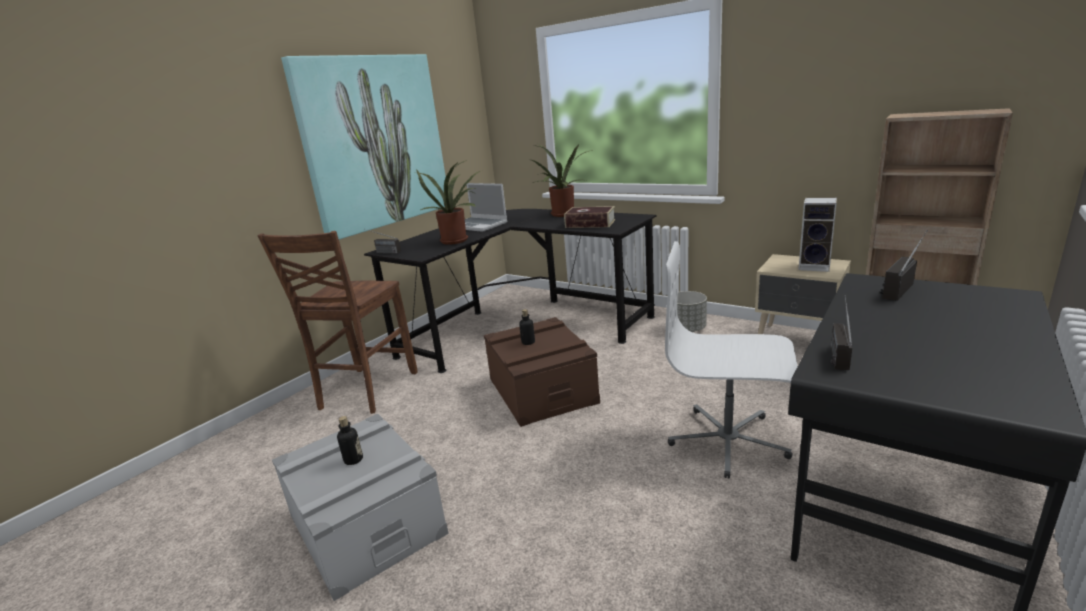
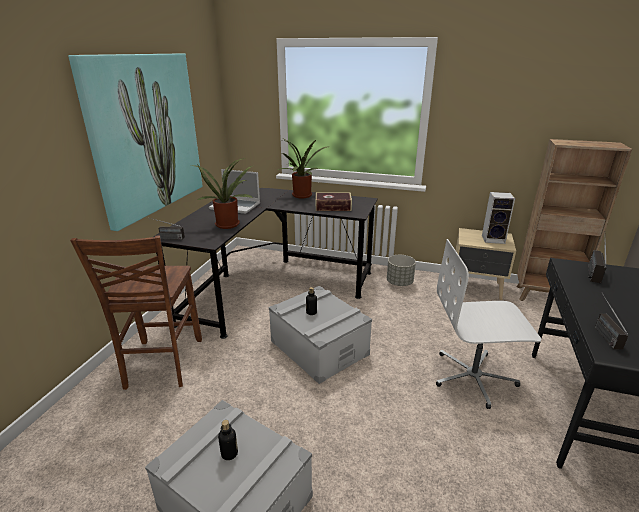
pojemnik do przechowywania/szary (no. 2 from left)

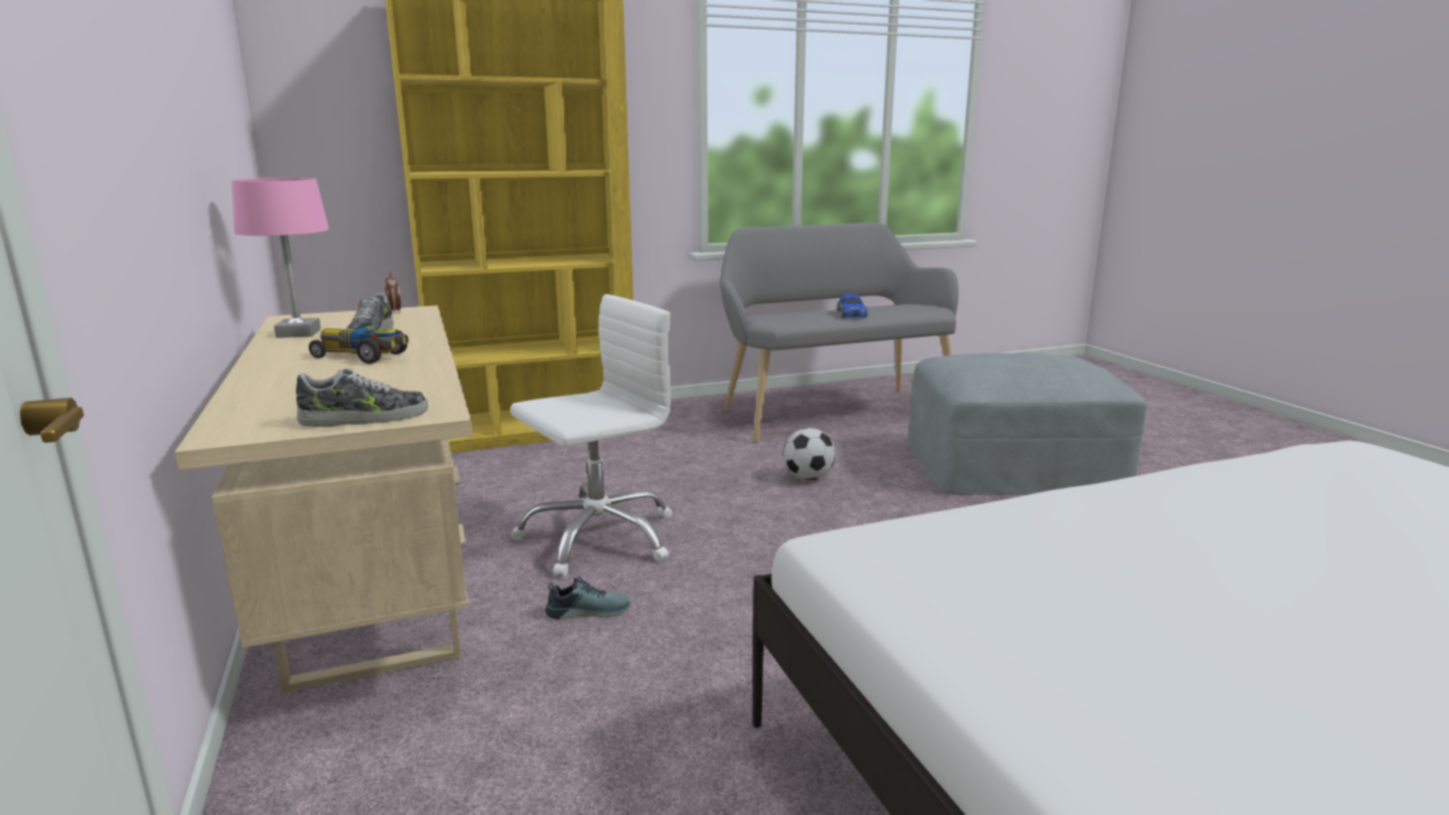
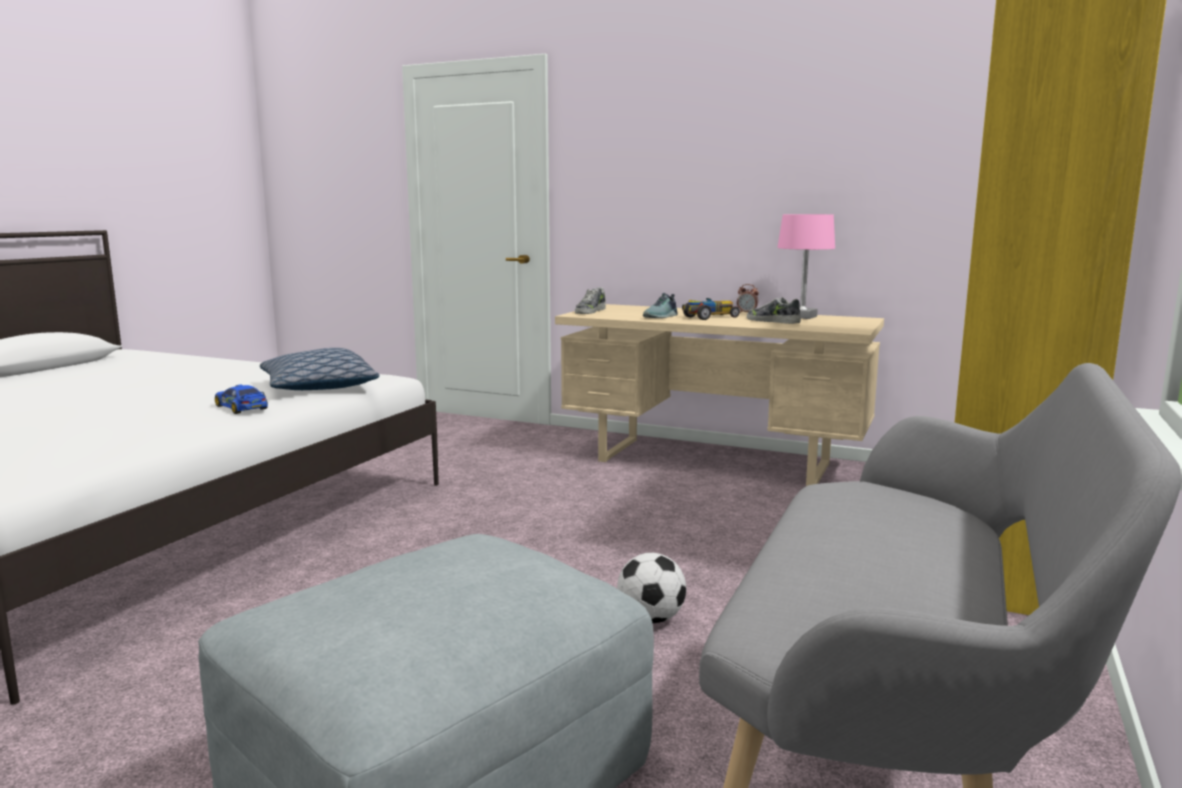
samochodzik (no. 1 from left); poduszka; but (no. 2 from left); budzik; krzesło biurowe/biały

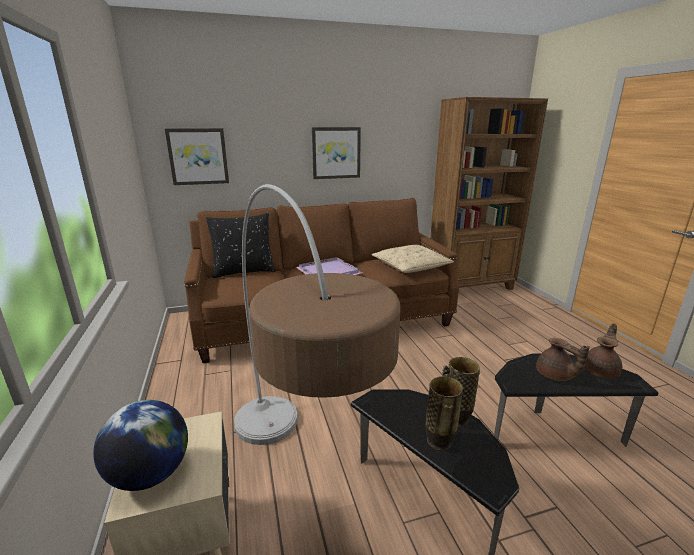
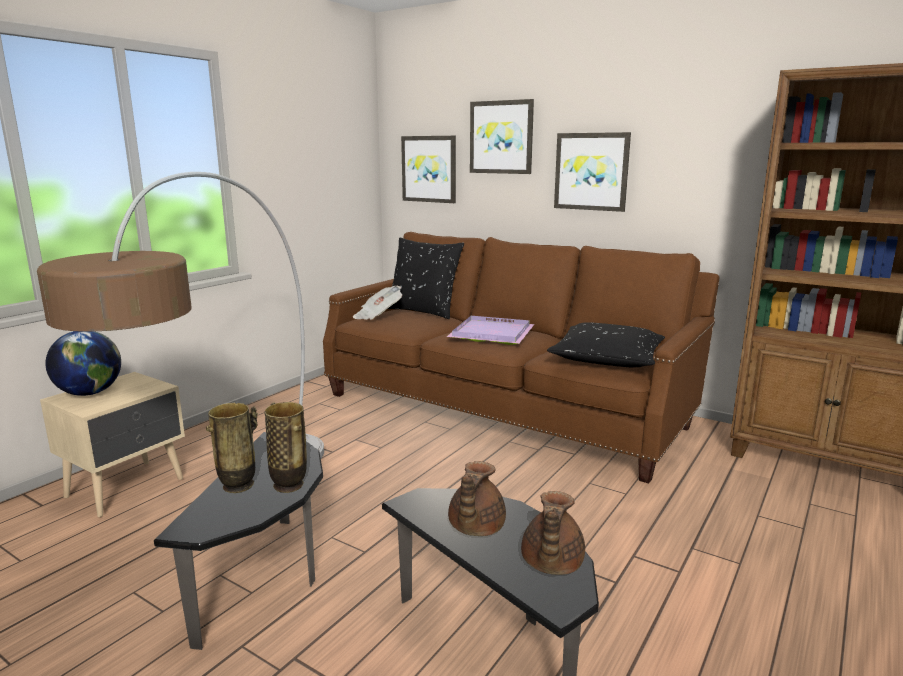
gazeta; obraz (no. 2 from left); imbryk/brązowy (no. 2 from left); poduszka/czarny (no. 2 from left)

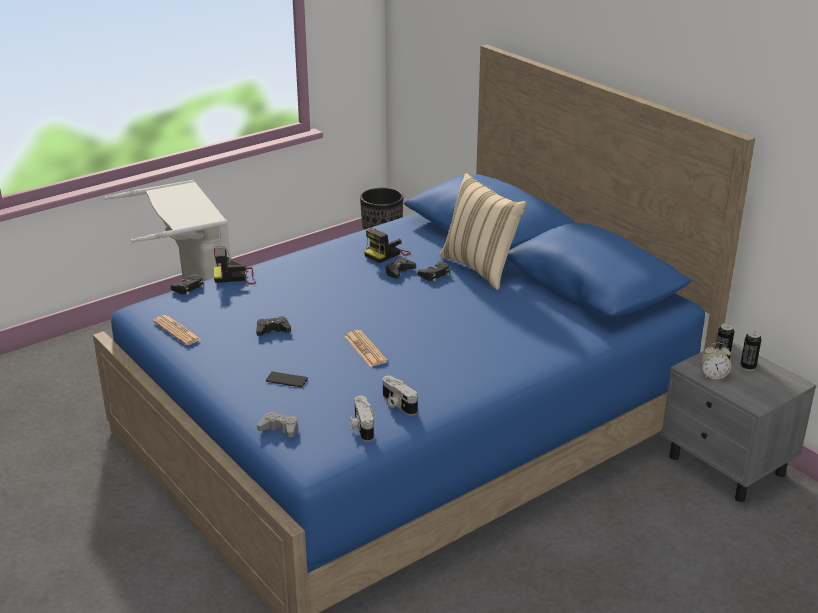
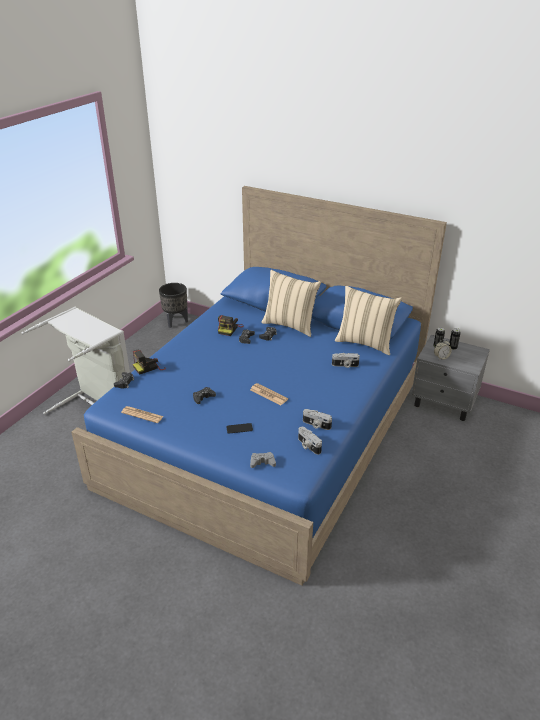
aparat fotograficzny (no. 5 from left); poduszka/beżowy (no. 2 from left)

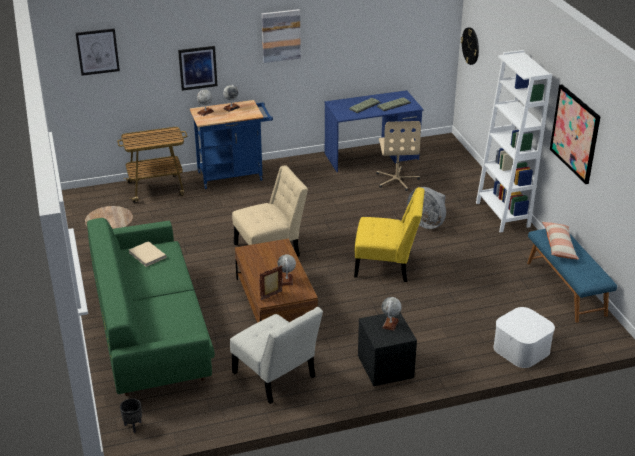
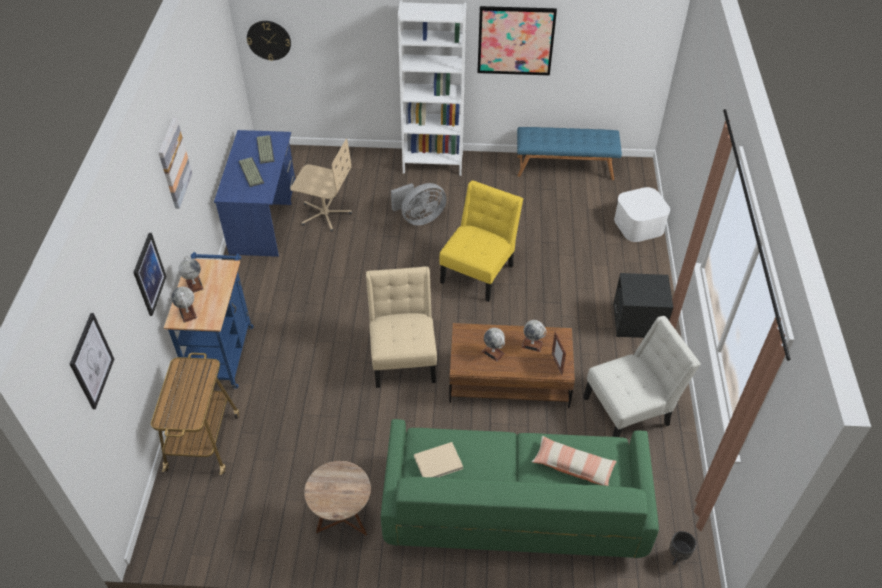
globus (no. 3 from left); poduszka

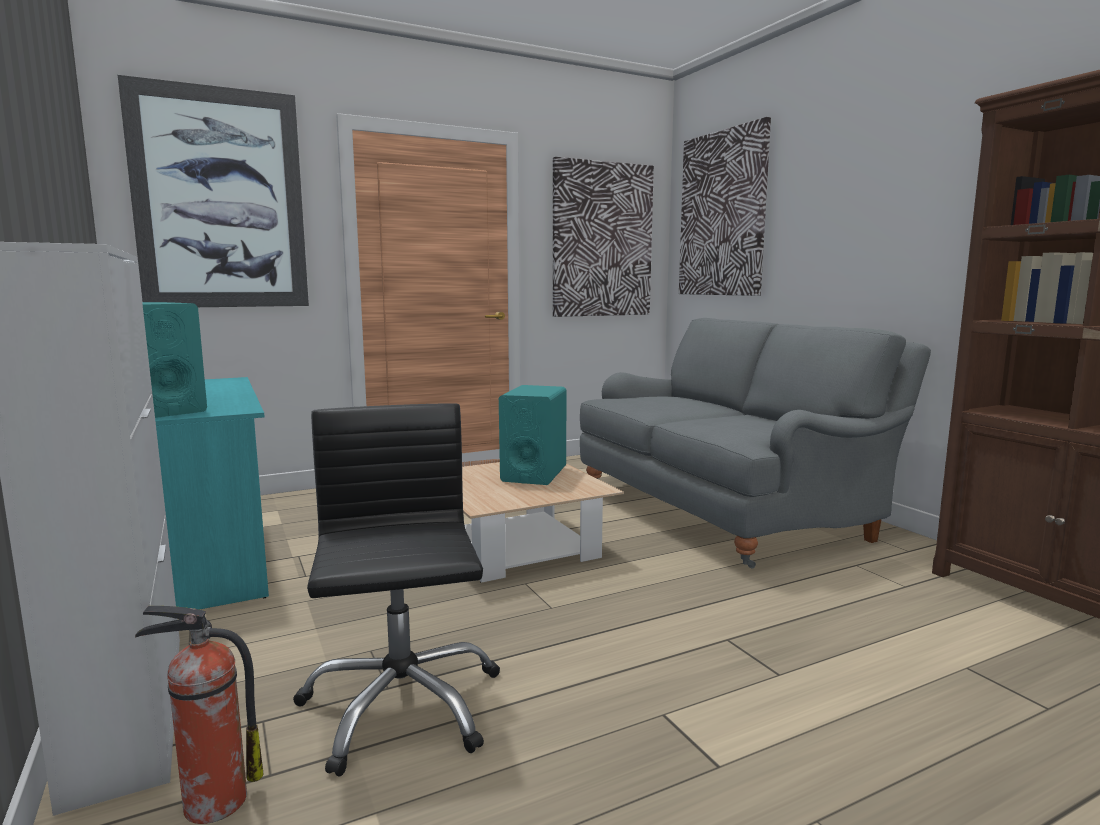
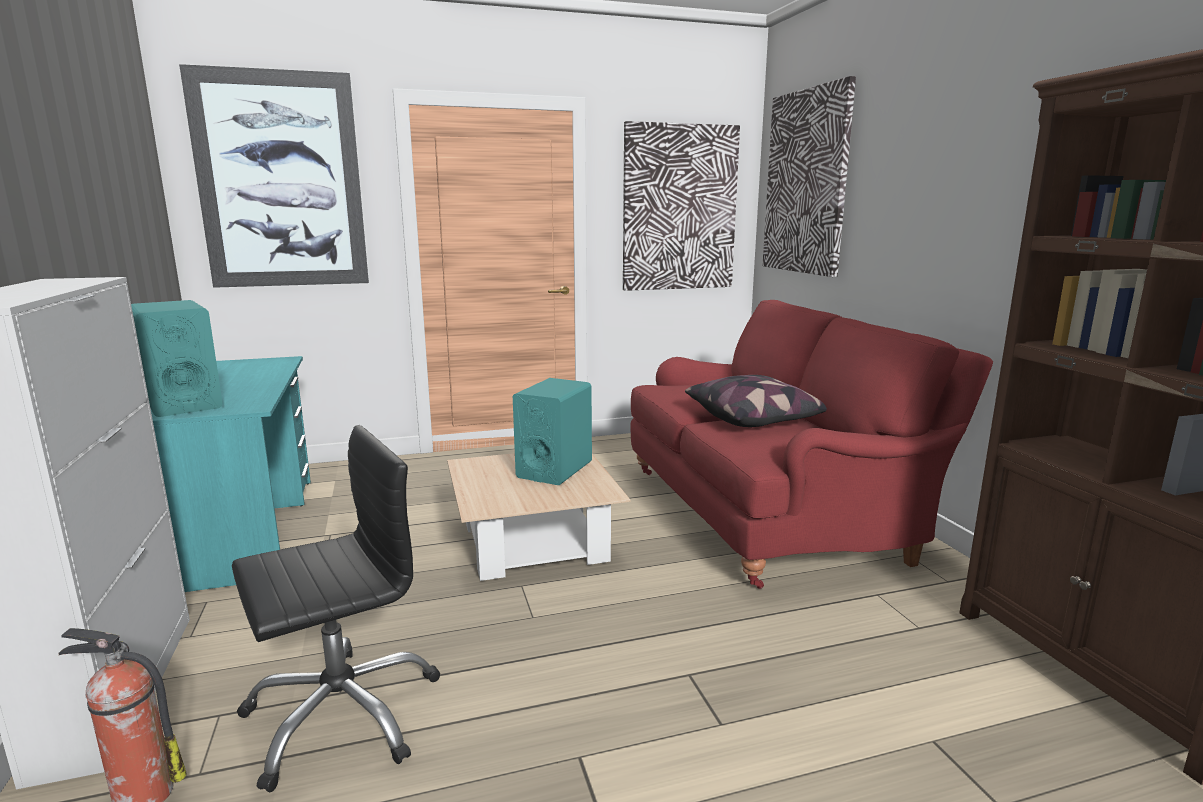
krzesło biurowe/czarny; kanapa/czerwony; poduszka

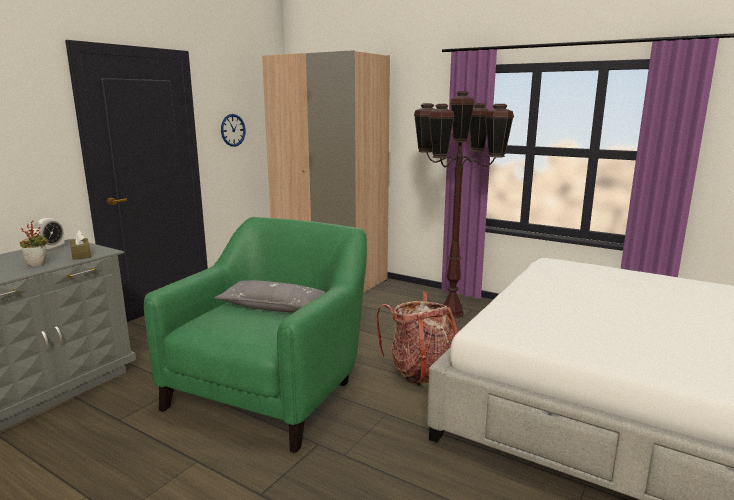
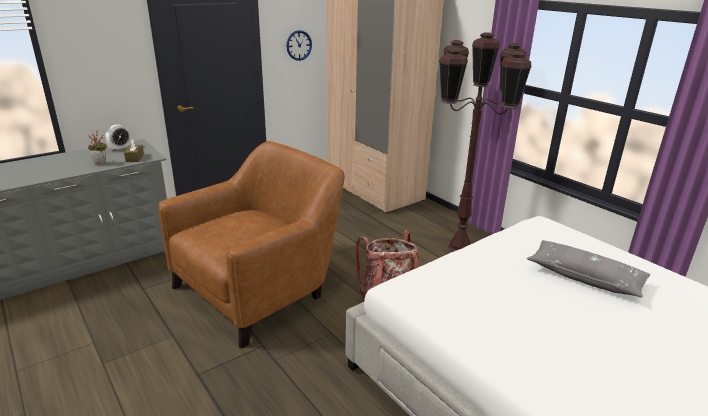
fotel/brązowy; poduszka/szary

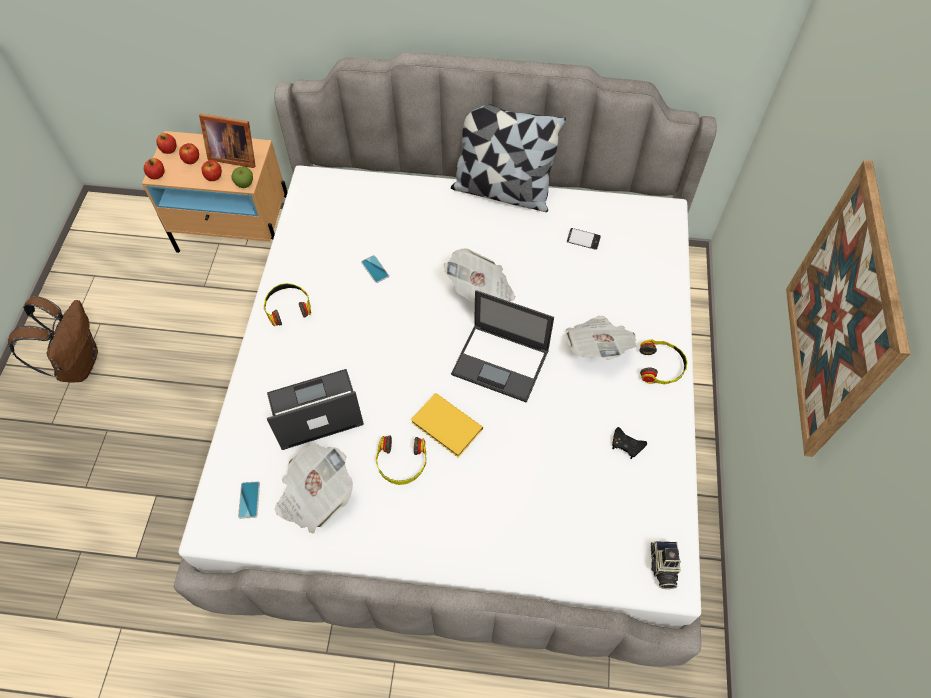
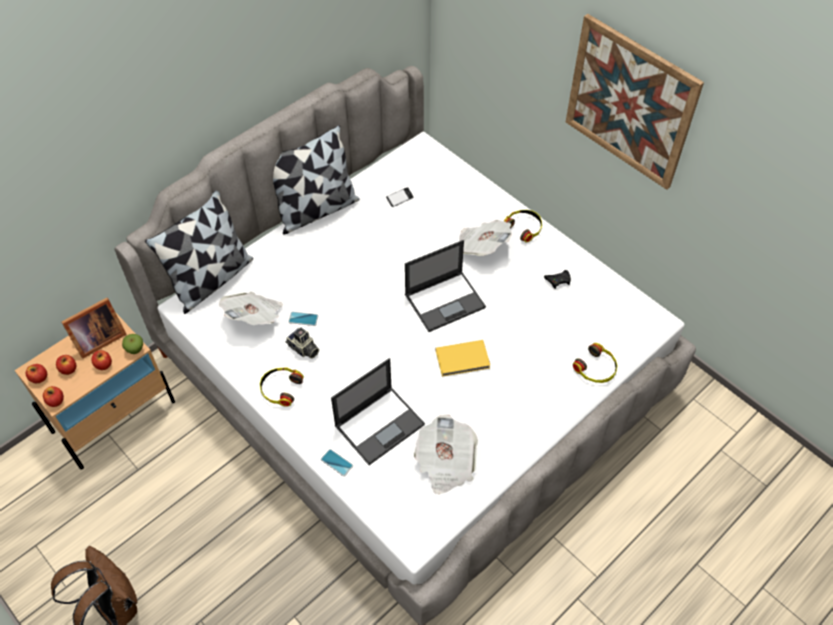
poduszka (no. 1 from left); gazeta (no. 1 from left); aparat fotograficzny; telefon (no. 2 from left); laptop (no. 1 from left); słuchawki (no. 3 from left)

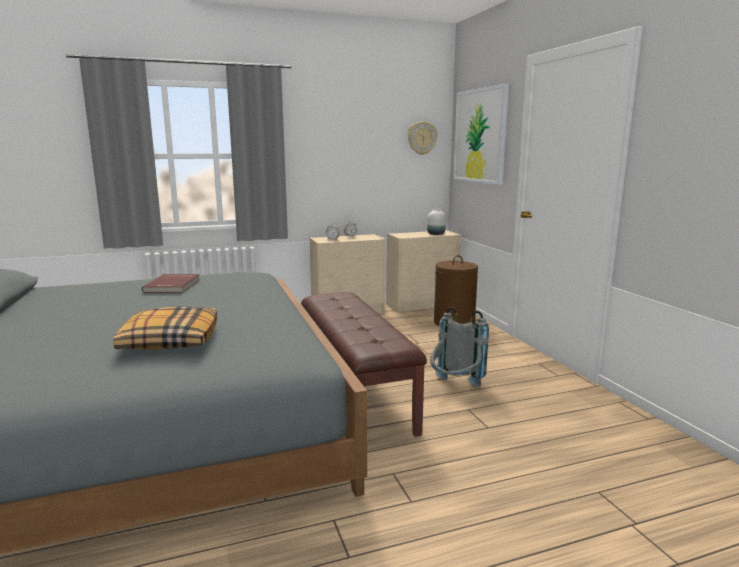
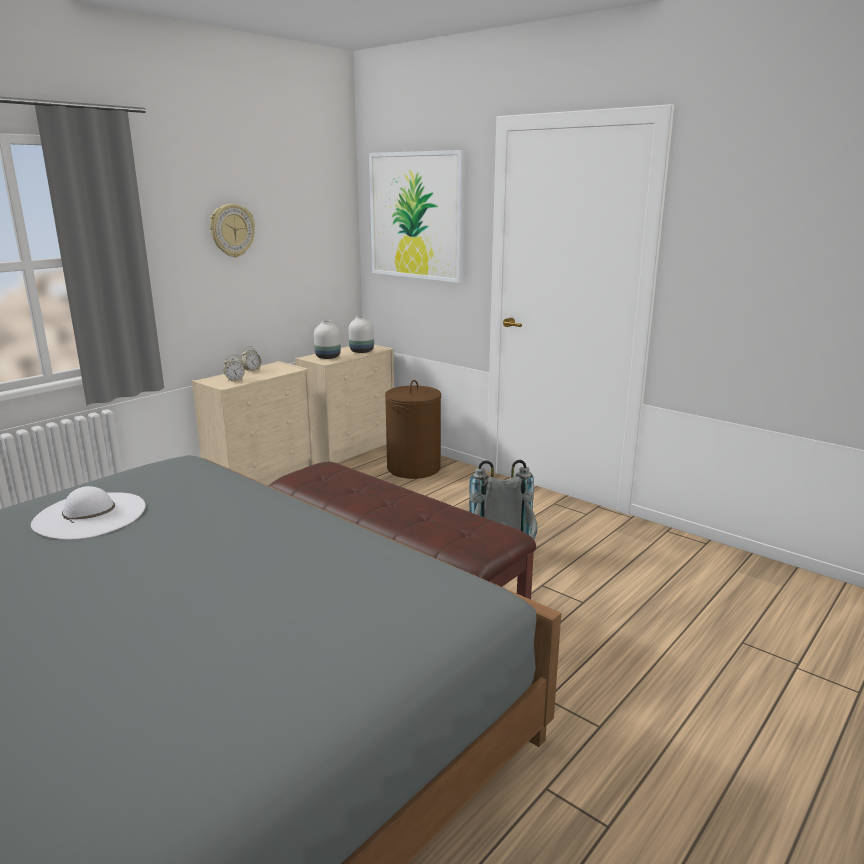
kapelusz/biały; zegar ścienny; wazon/biały (no. 1 from left); poduszka

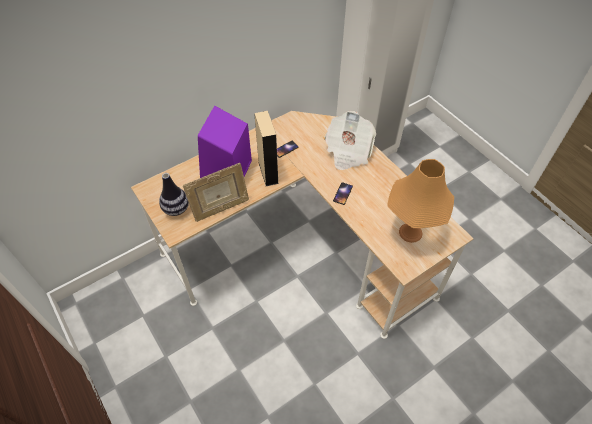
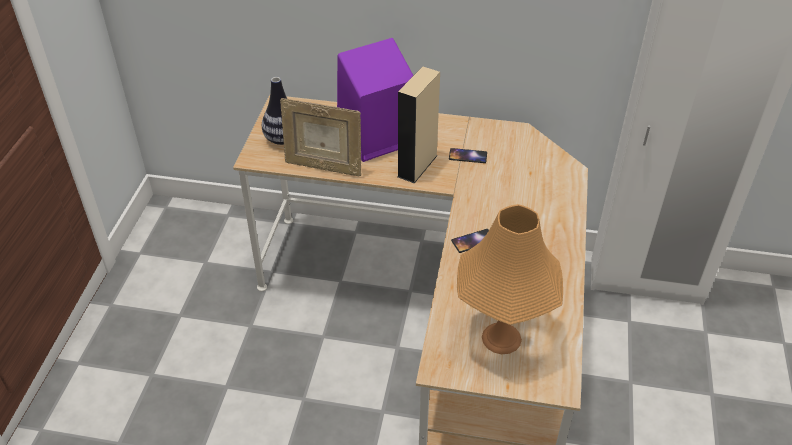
gazeta

